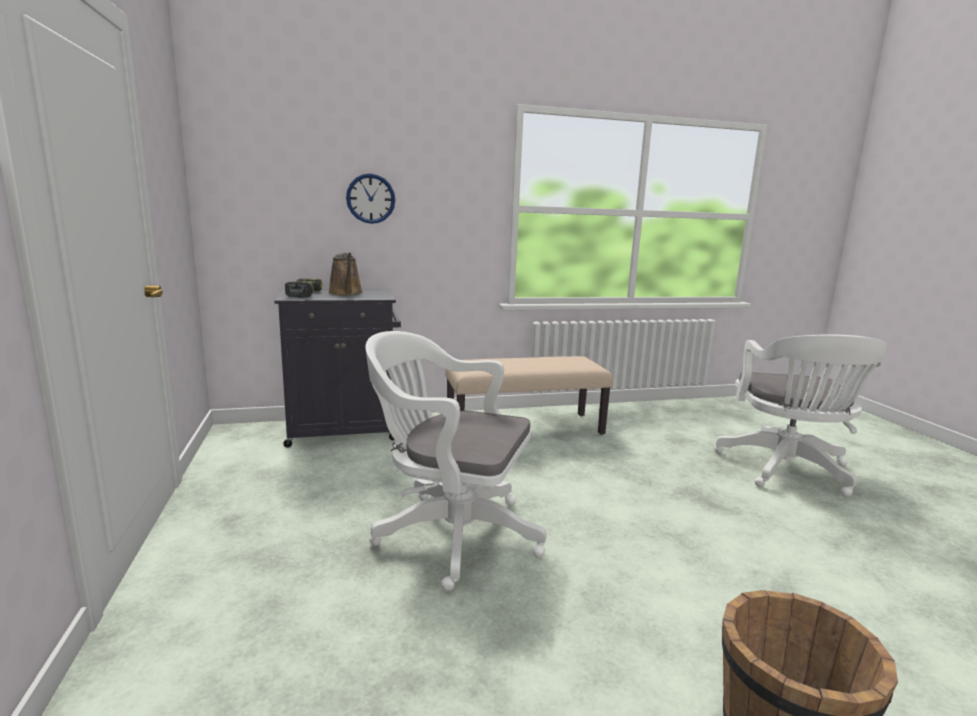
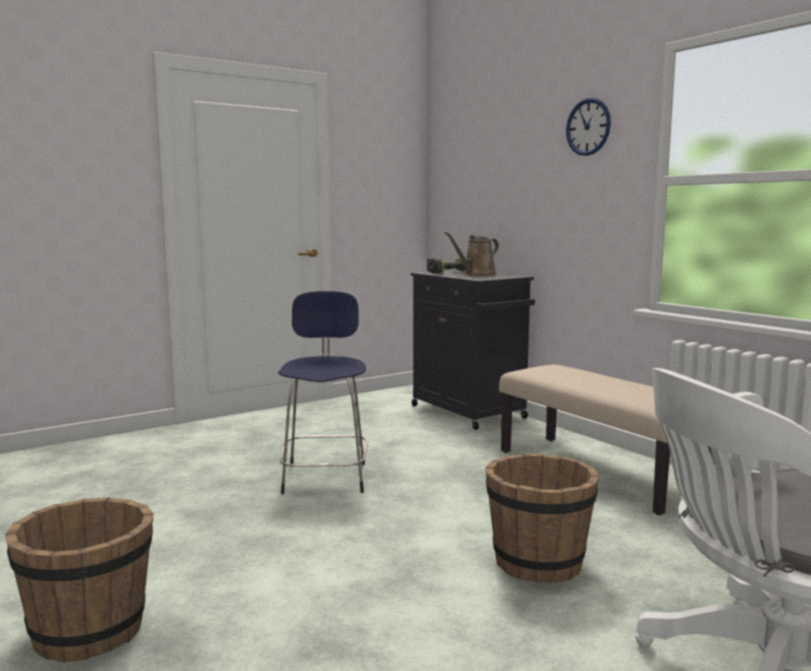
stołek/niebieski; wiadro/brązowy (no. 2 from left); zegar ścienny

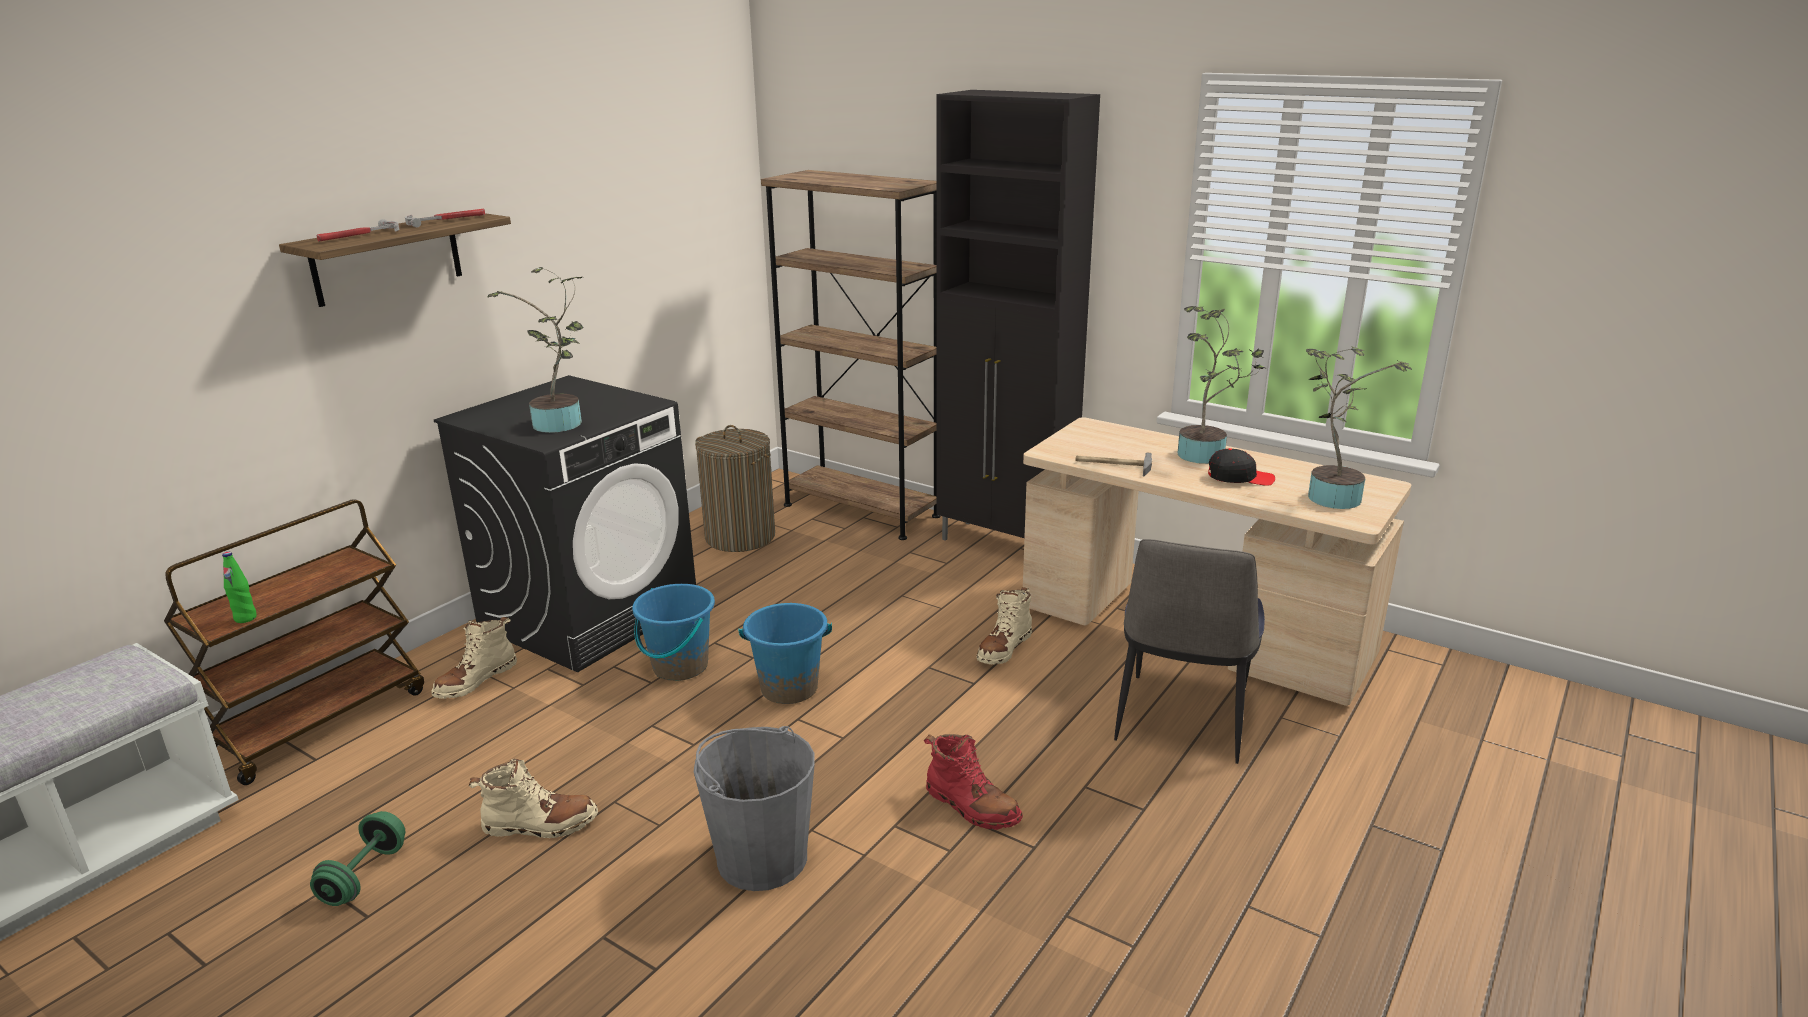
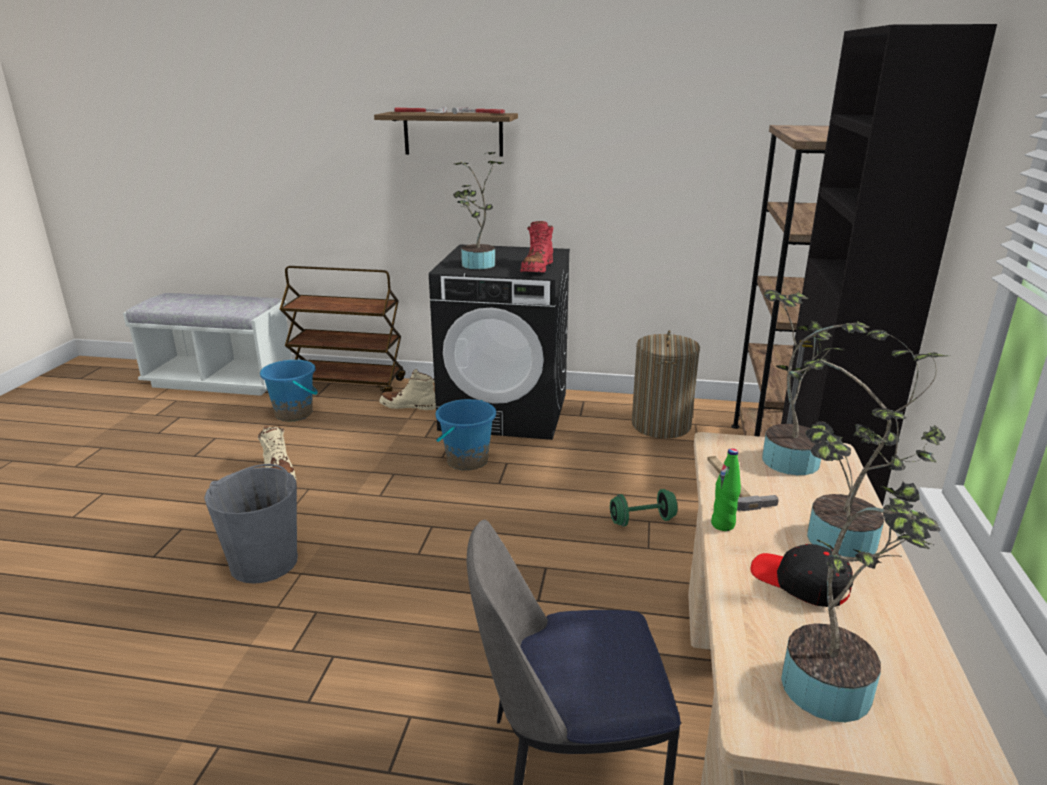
wiadro/niebieski (no. 1 from left); but z cholewką/czerwony; hantel/zielony; butelka/zielony; czapka z daszkiem/czarny; roślina doniczkowa (no. 2 from left); but z cholewką/beżowy (no. 3 from left in the first image)

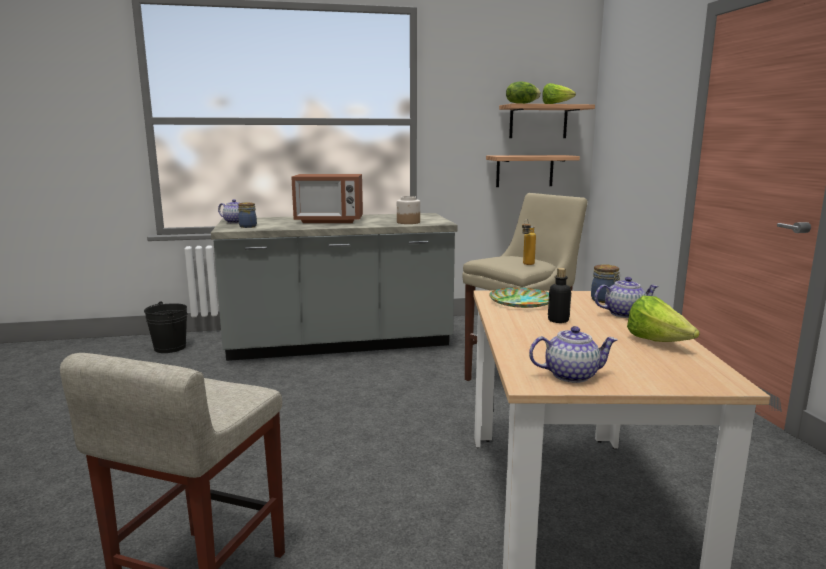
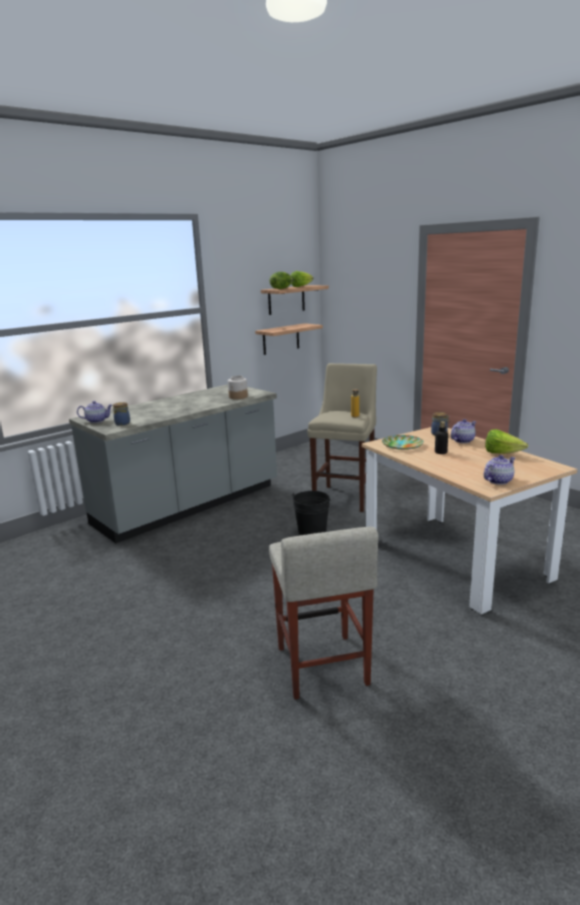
wiadro/czarny; mikrofalówka

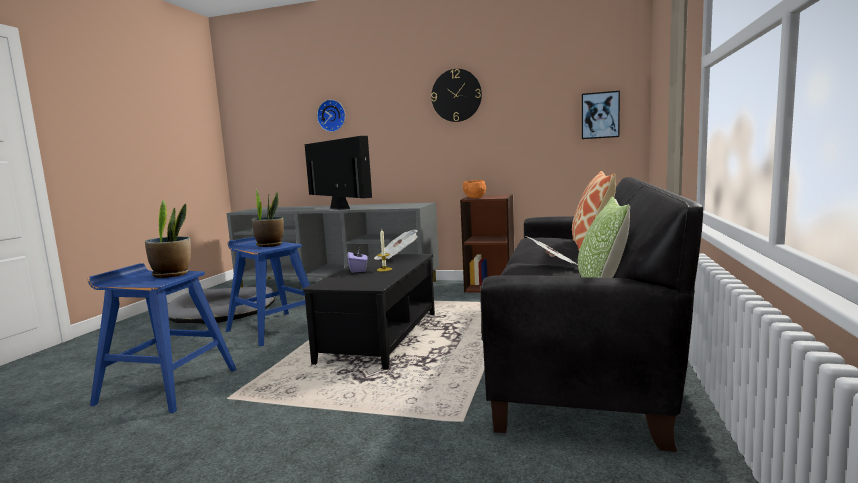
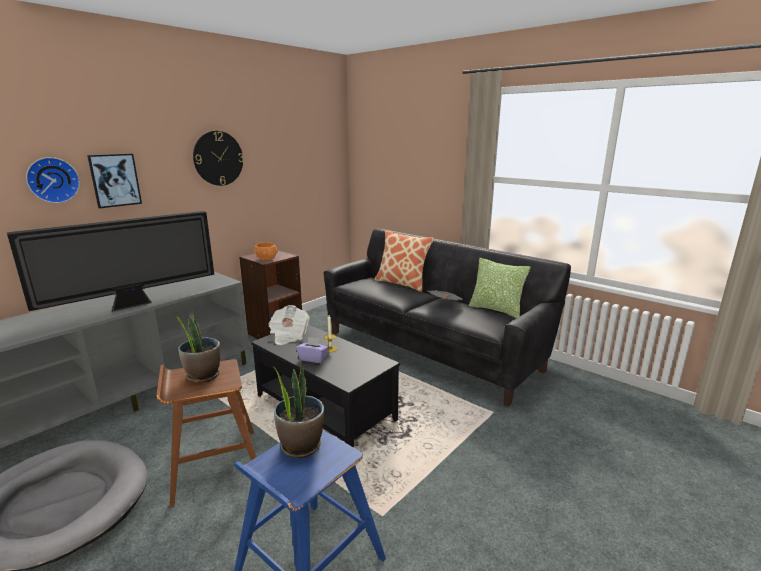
telewizor; obraz; stołek/brązowy

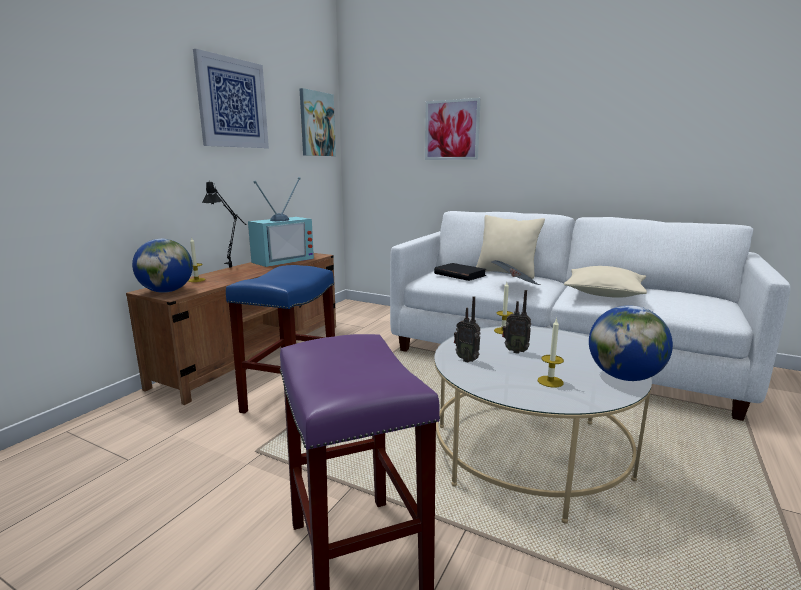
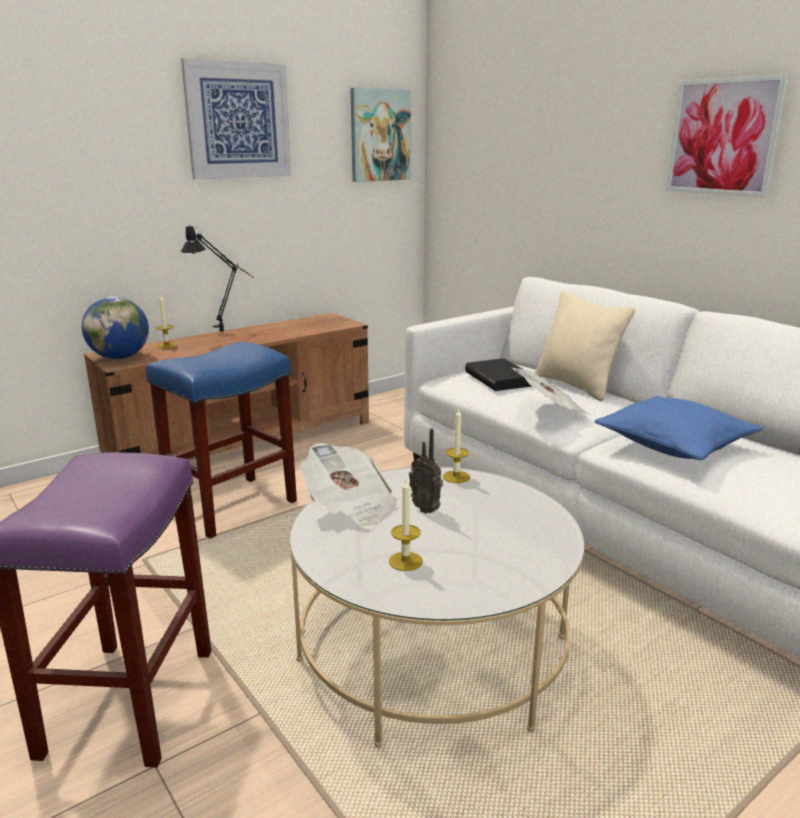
gazeta (no. 1 from left); poduszka/niebieski; obraz (no. 3 from left); telewizor; globus (no. 2 from left in the first image)

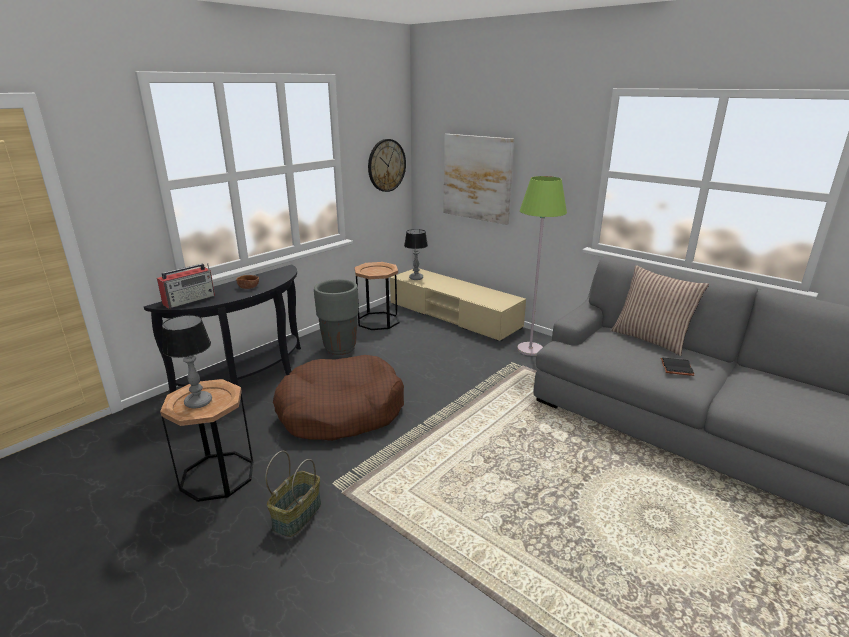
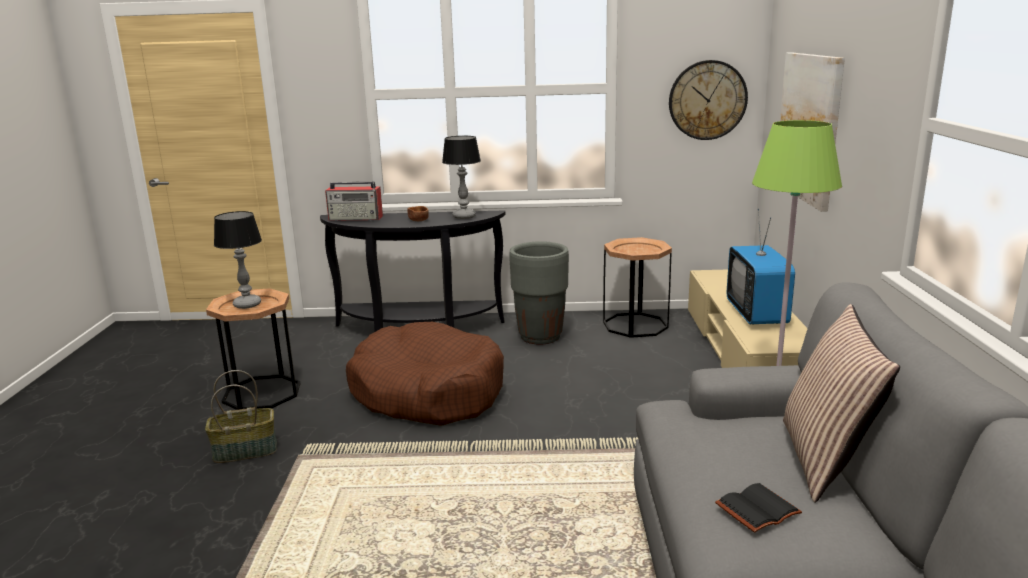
lampa stołowa (no. 2 from left); telewizor

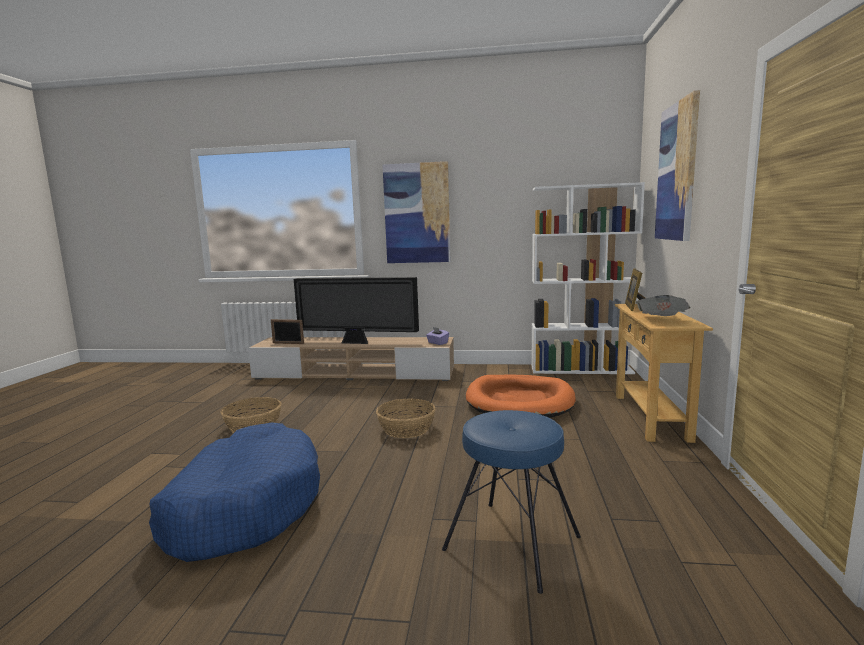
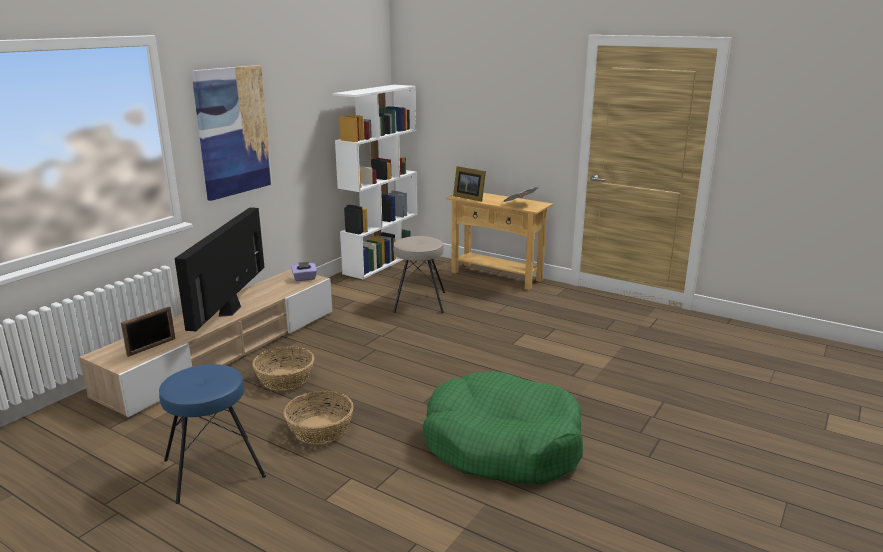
stołek/niebieski; telewizor; koszyk (no. 1 from left); stołek/beżowy; legowisko/zielony; obraz (no. 2 from left in the first image)

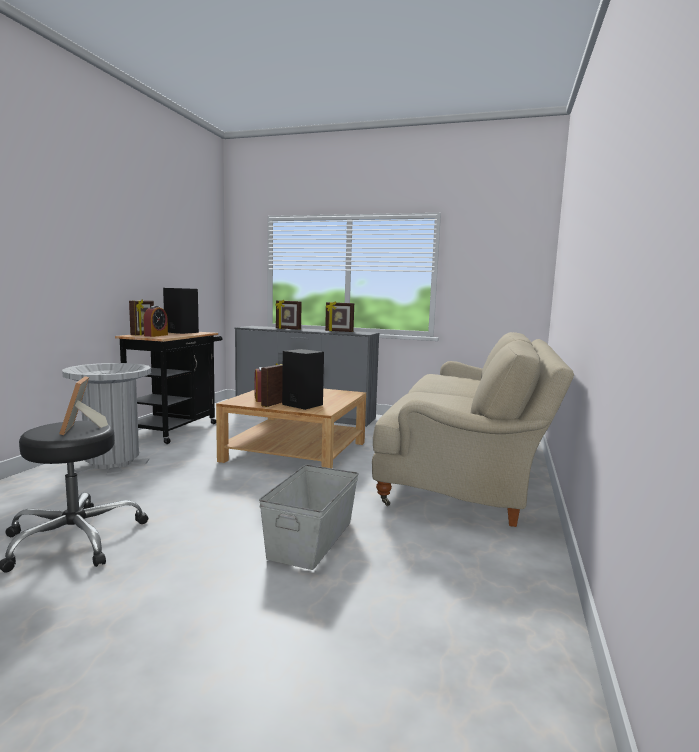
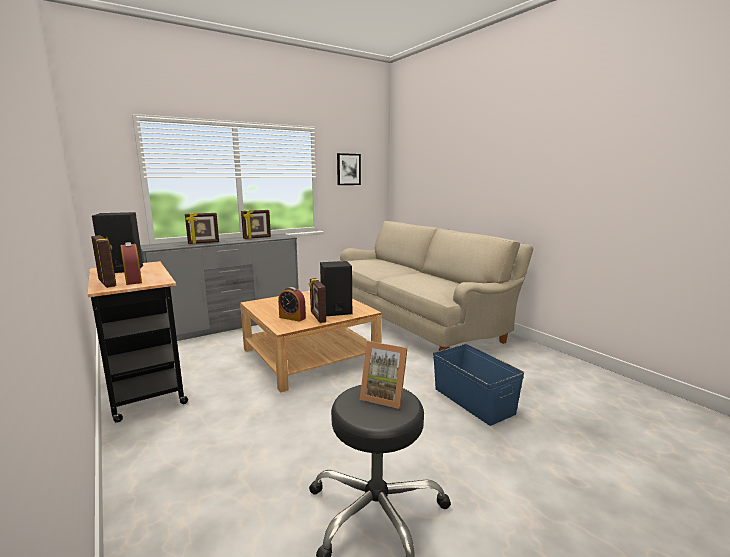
obraz; pojemnik do przechowywania/niebieski; kosz na śmieci/szary

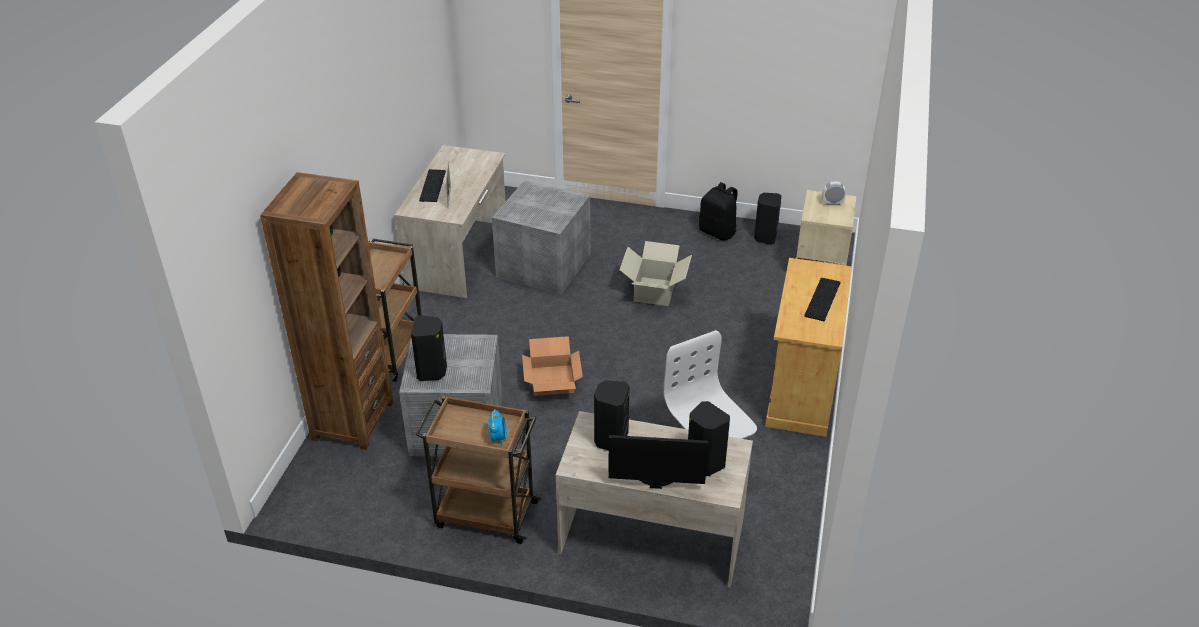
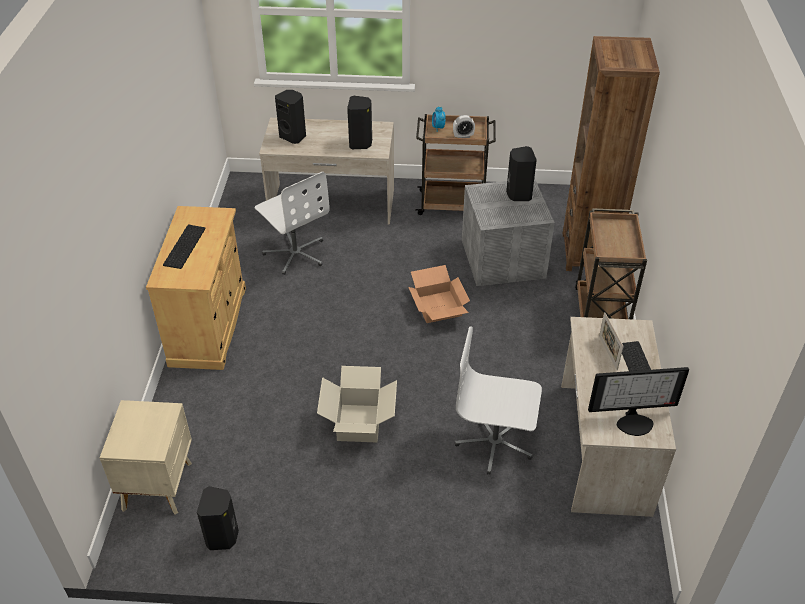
budzik (no. 2 from left); krzesło biurowe/biały (no. 2 from left); monitor; plecak/czarny

